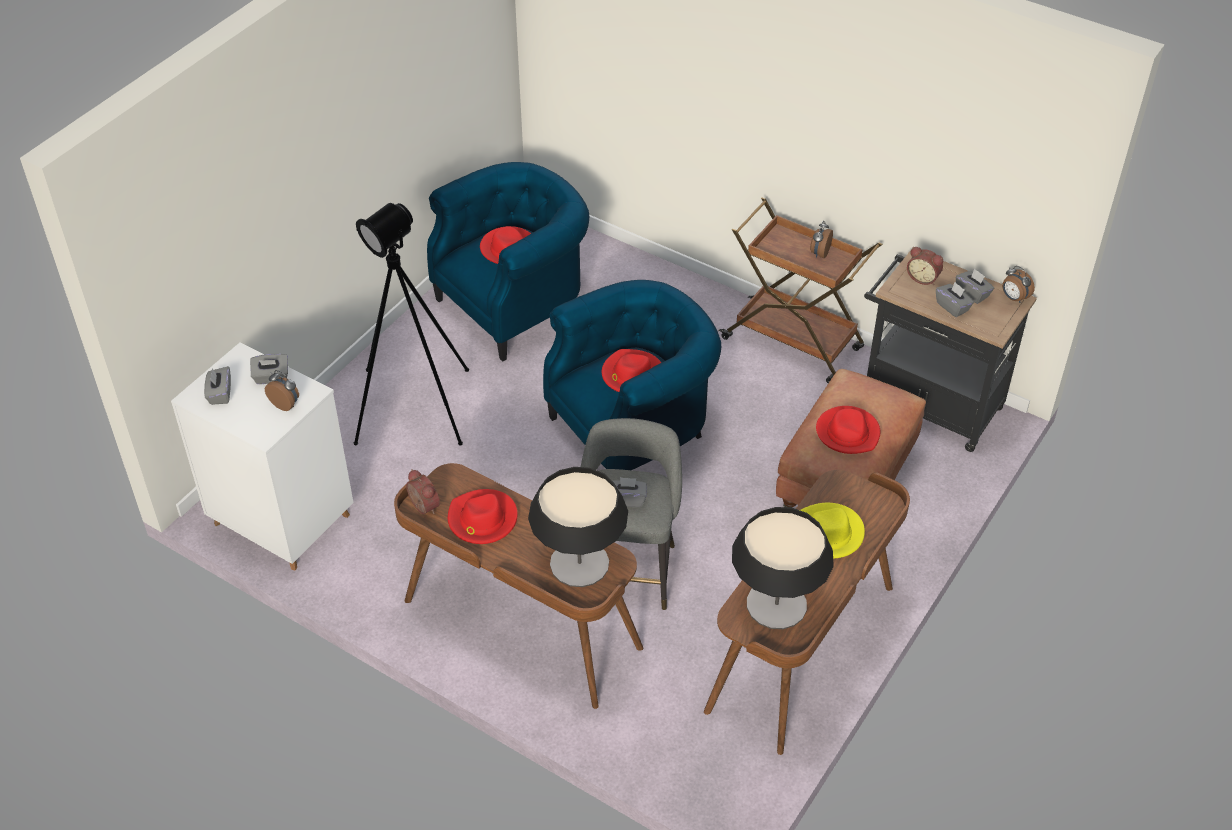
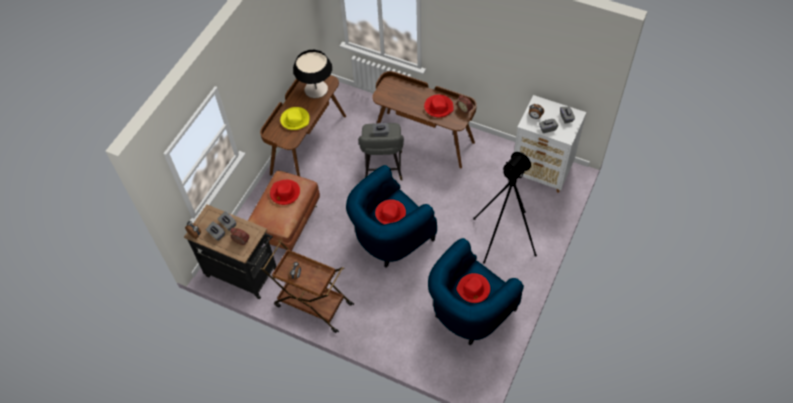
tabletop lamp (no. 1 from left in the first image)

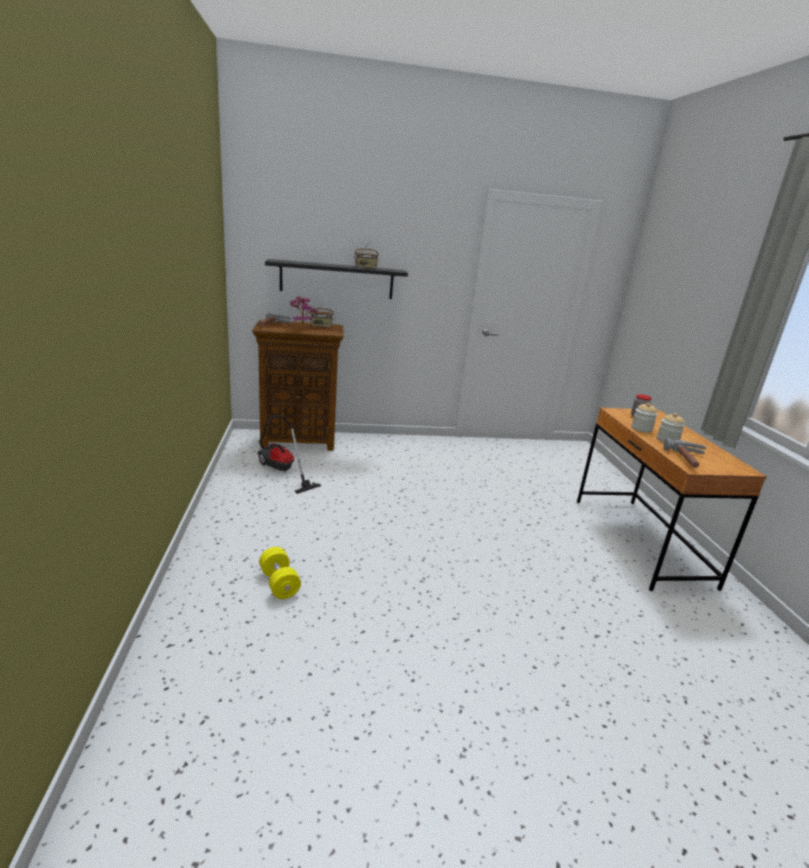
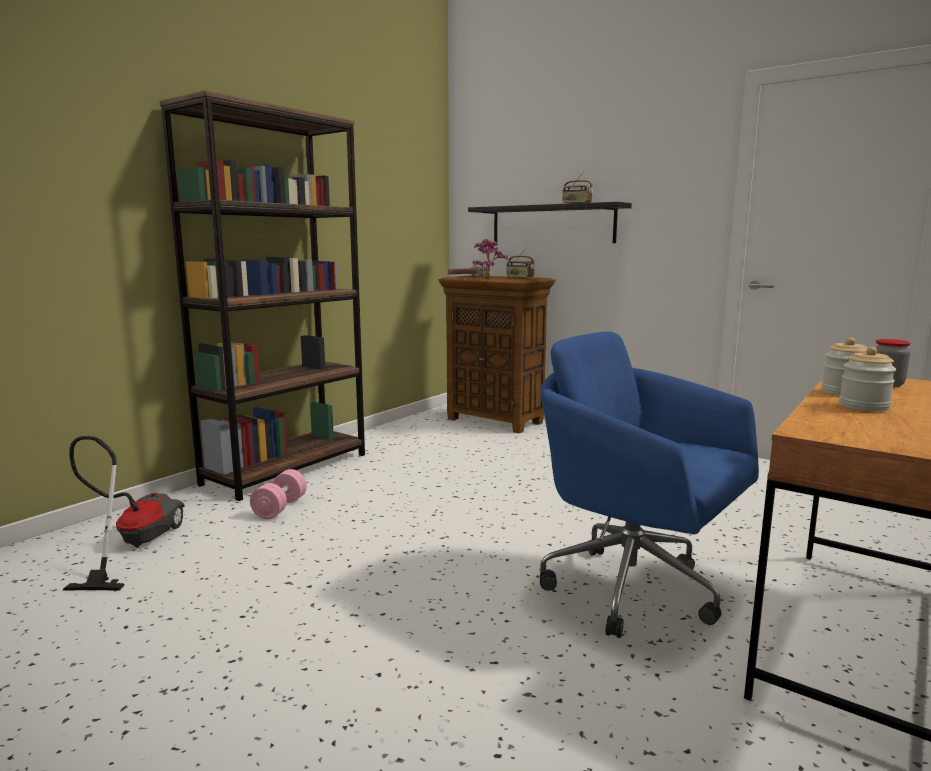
vacuum cleaner
free weight (pink-coloured)
tool hammer (no. 2 from left in the first image)
bookshelf (brownish)
office chair (blue-coloured)

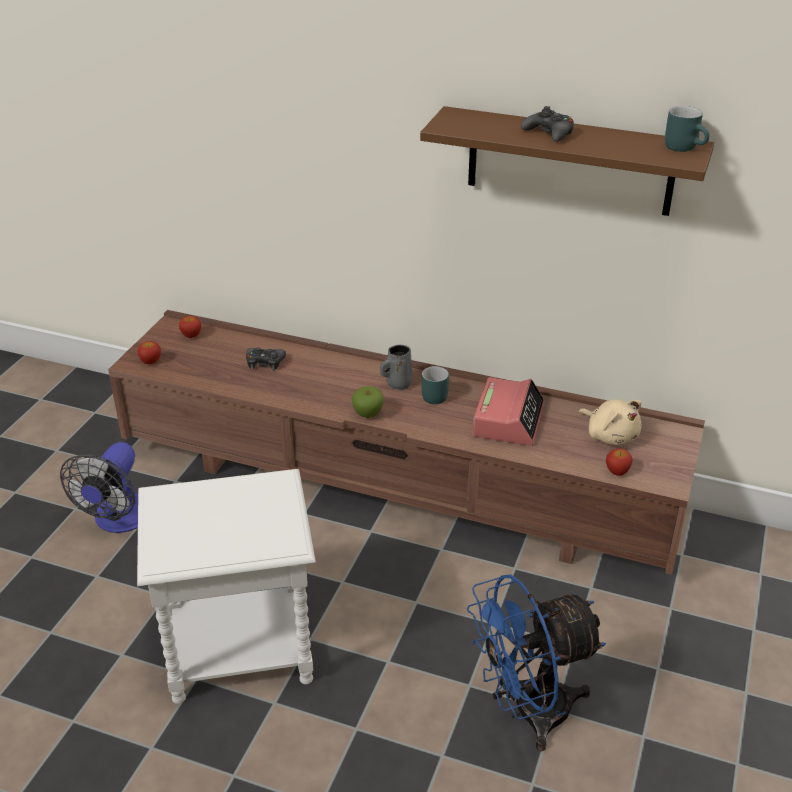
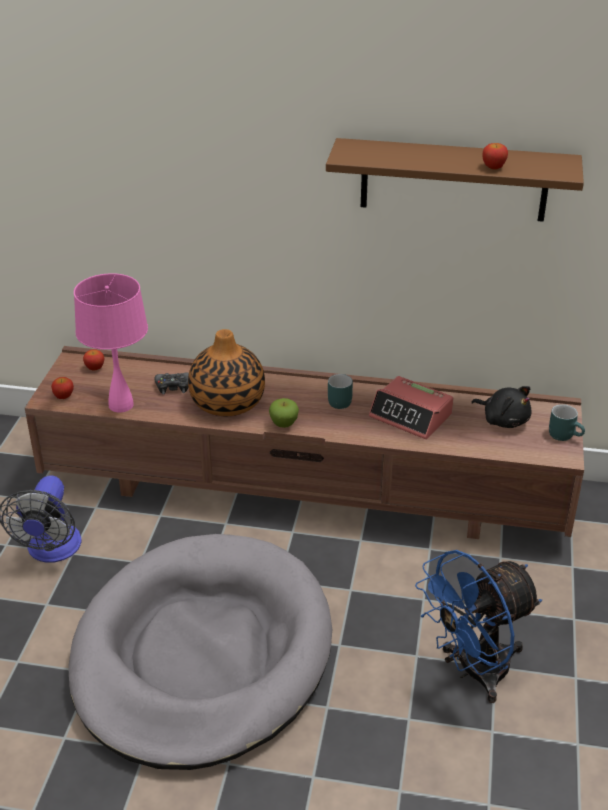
pet bed (greyish)
tea mug (greyish)
table clock
joypad (black) (no. 2 from left in the first image)
plush toy (black)
apple fruit (no. 4 from left)
tea mug (turquoise) (no. 2 from left)
tabletop lamp (pink-coloured)
vase

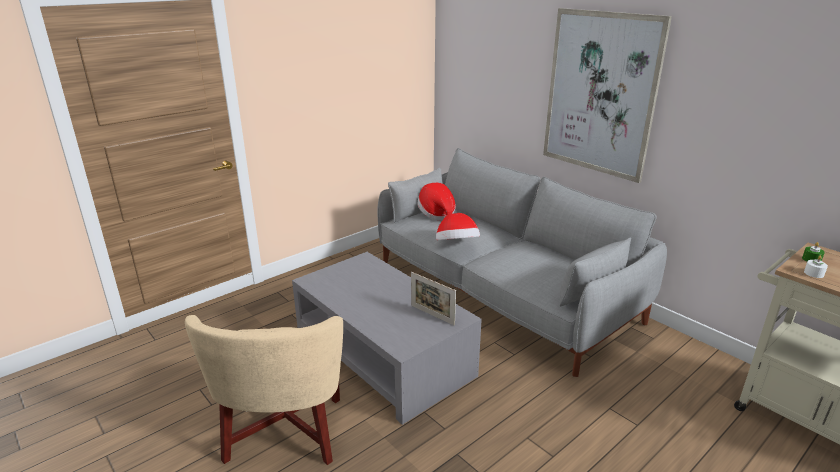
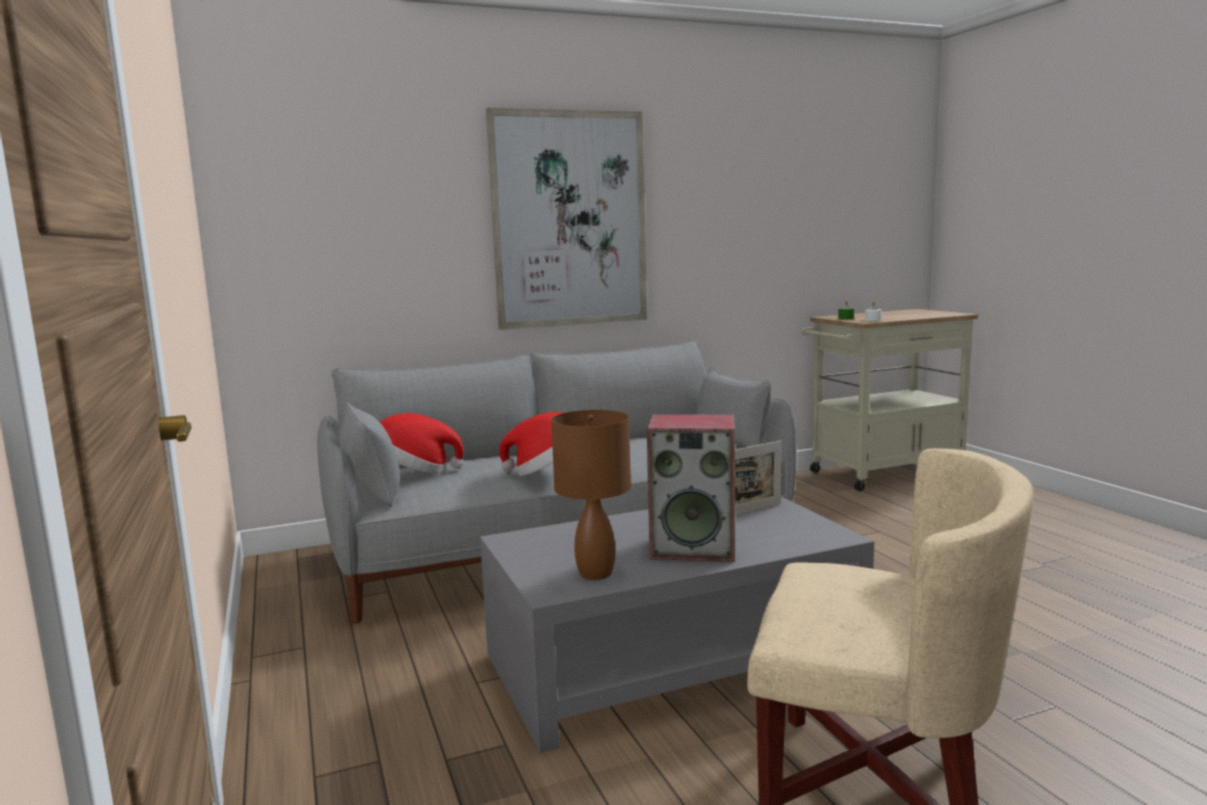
tabletop lamp (brownish)
loudspeaker

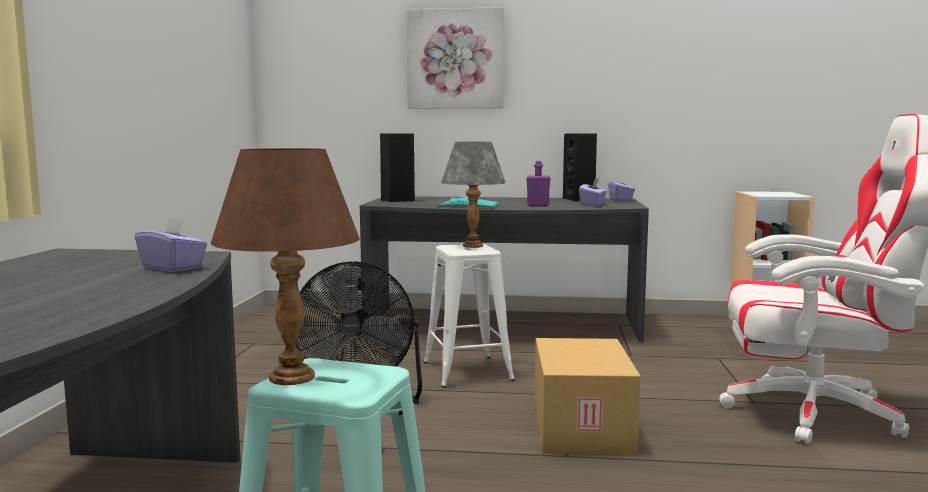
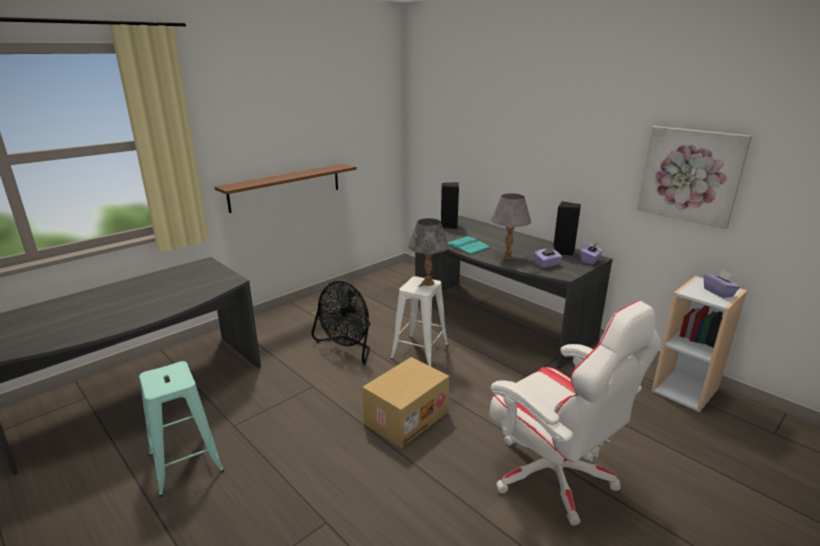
box of tissues (purple) (no. 3 from left)
tabletop lamp (brownish)
picture
tabletop lamp (greyish) (no. 2 from left)
bracket shelf (brownish)

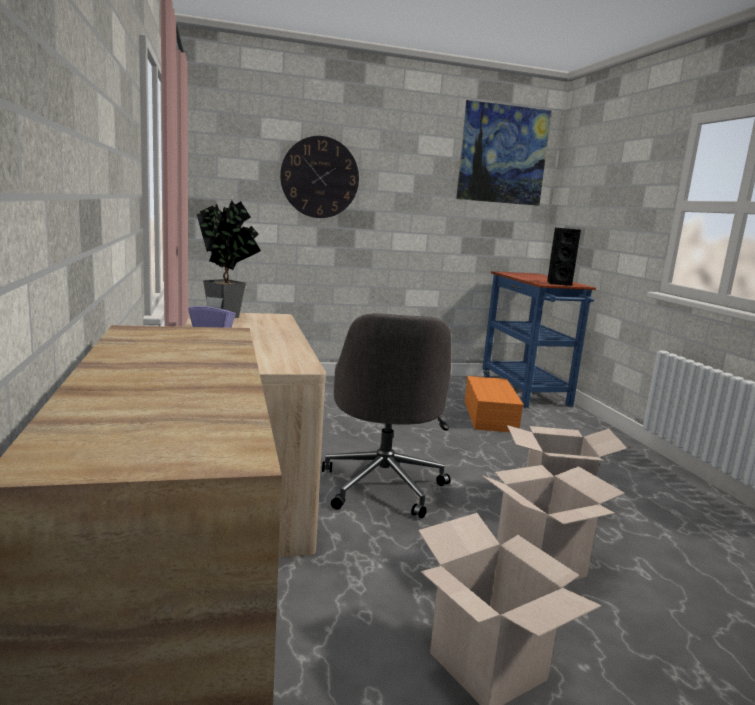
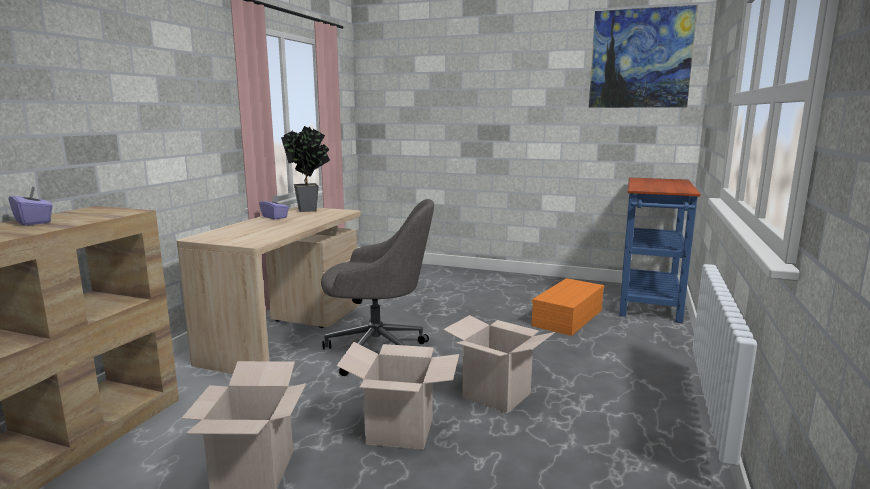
clock on the wall
office chair (greyish)
loudspeaker (black)
box of tissues (purple) (no. 1 from left)

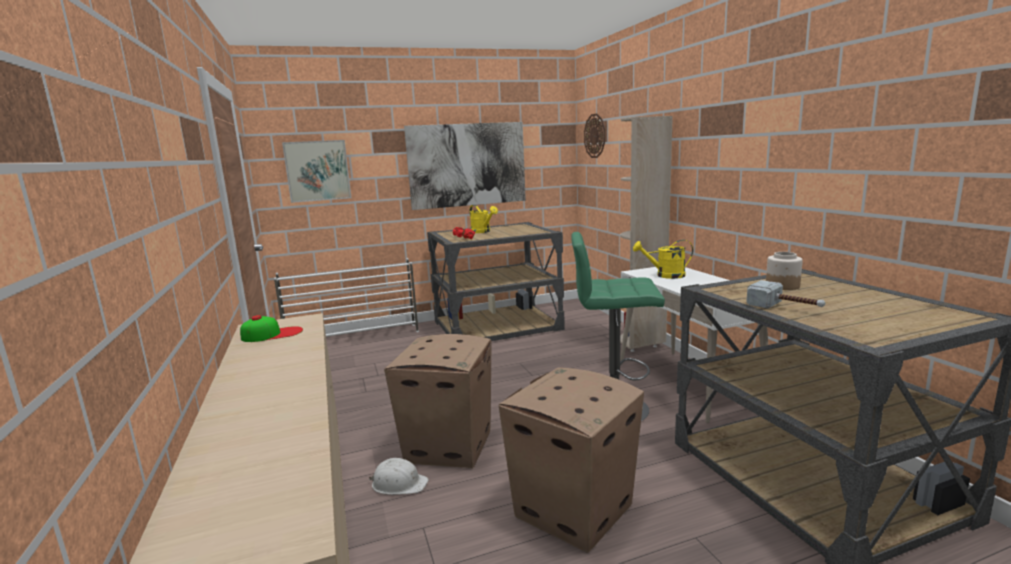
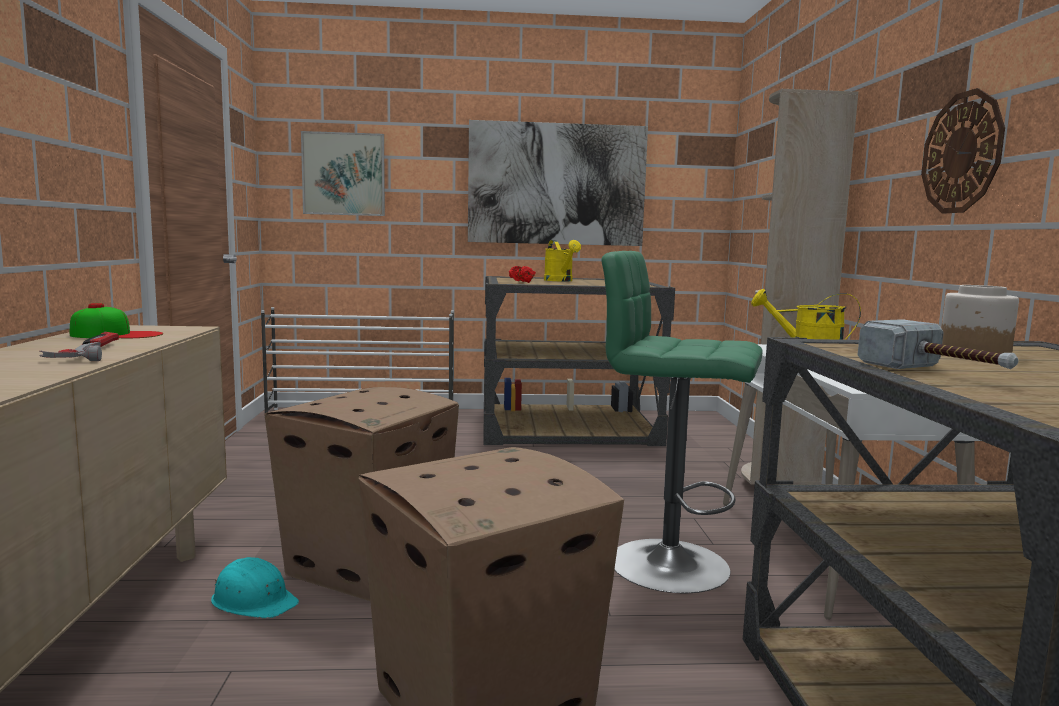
work helmet (turquoise)
clock on the wall
tool hammer (no. 1 from left)

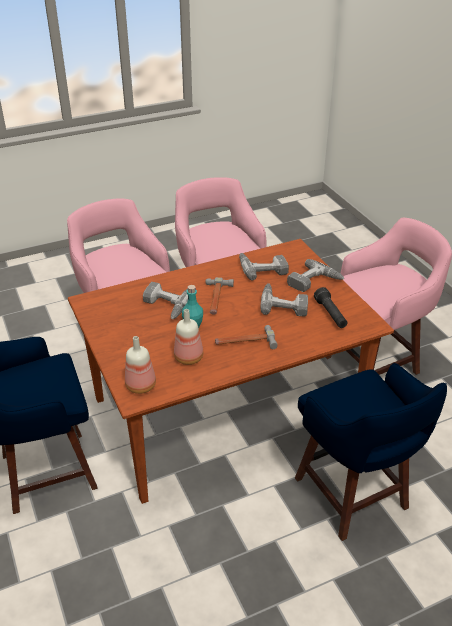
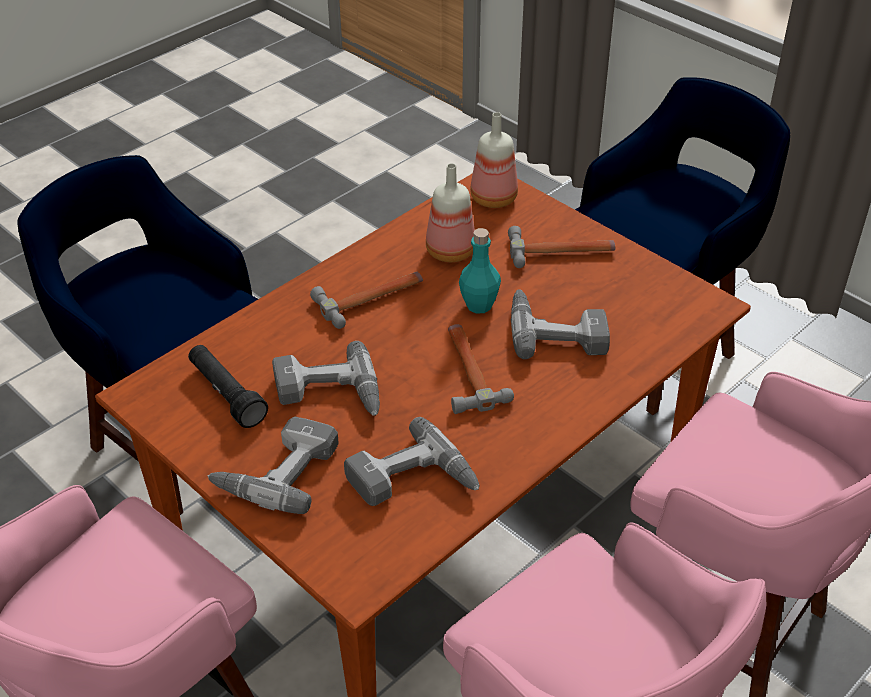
tool hammer (no. 3 from left)

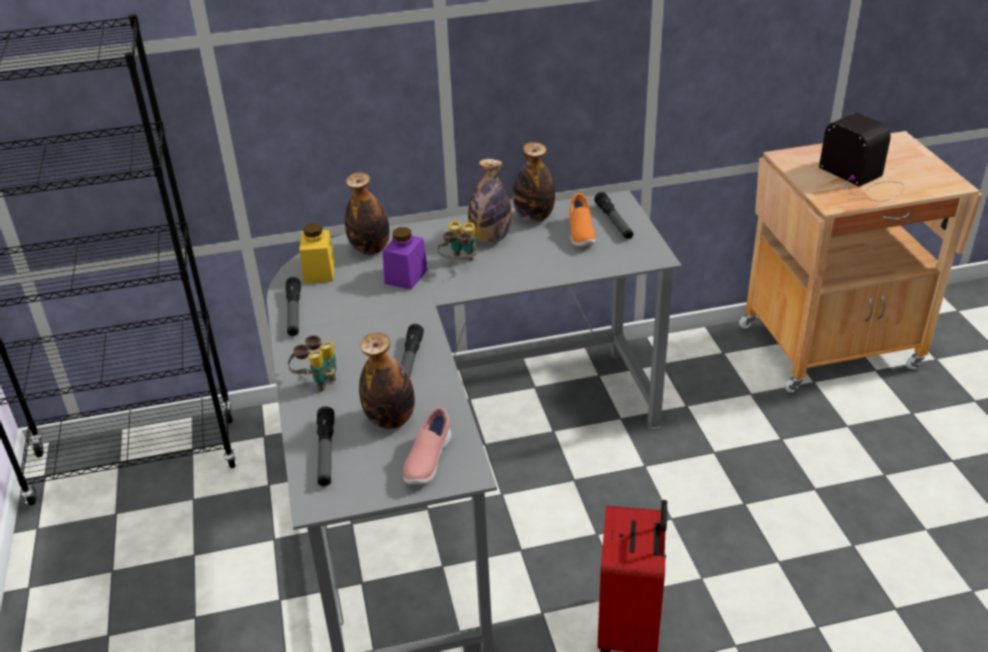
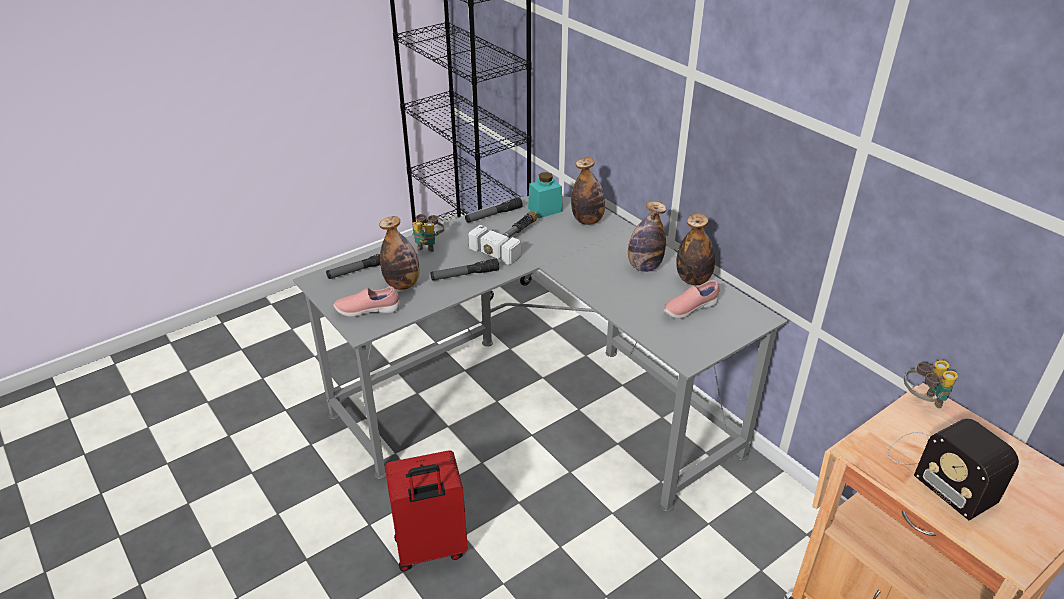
jar (turquoise)
jar (purple)
field glasses (no. 2 from left)
item of footwear (pink-coloured) (no. 2 from left)
hand torch (no. 4 from left in the first image)
radio
tool hammer

